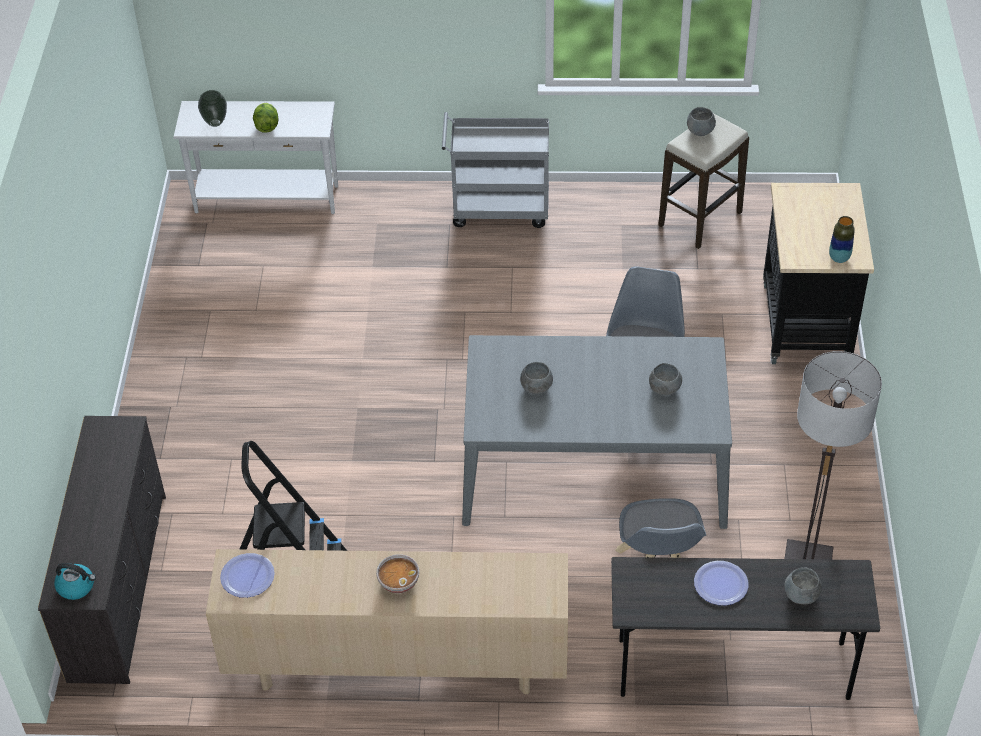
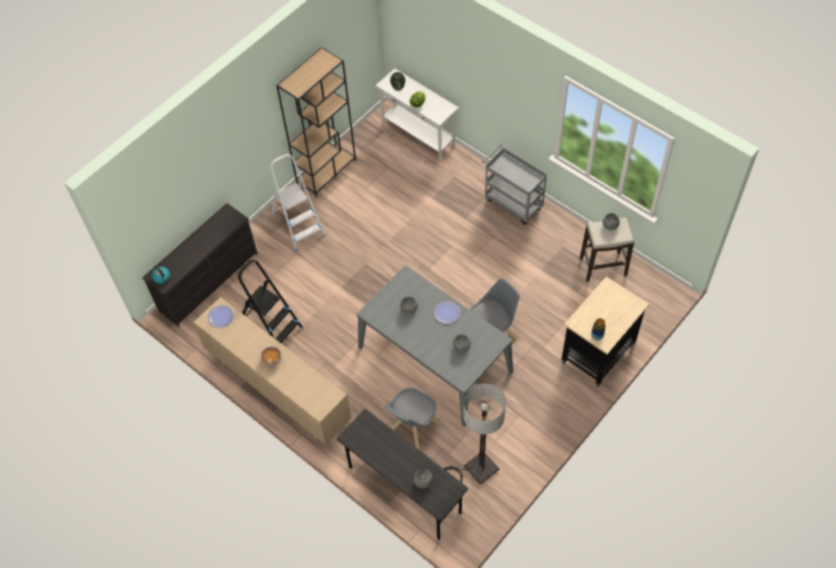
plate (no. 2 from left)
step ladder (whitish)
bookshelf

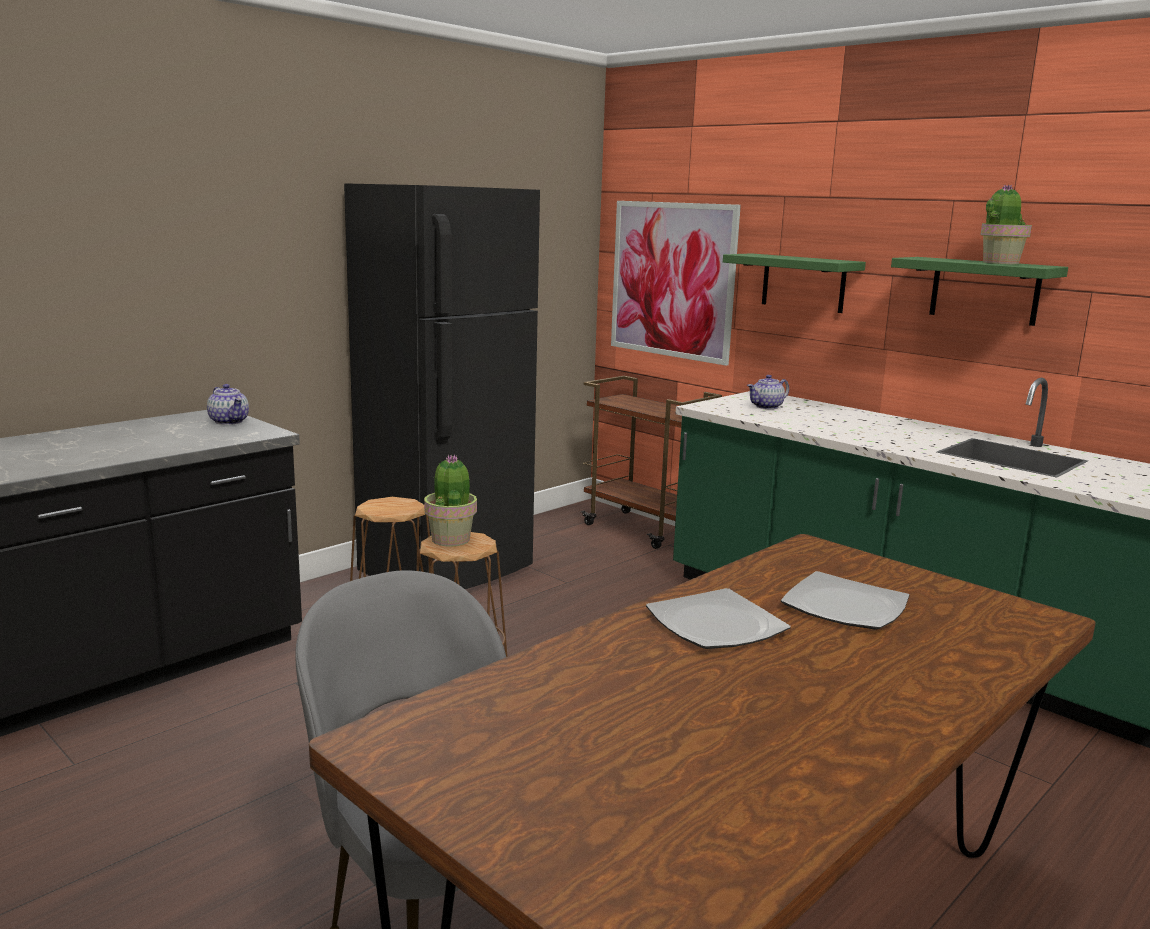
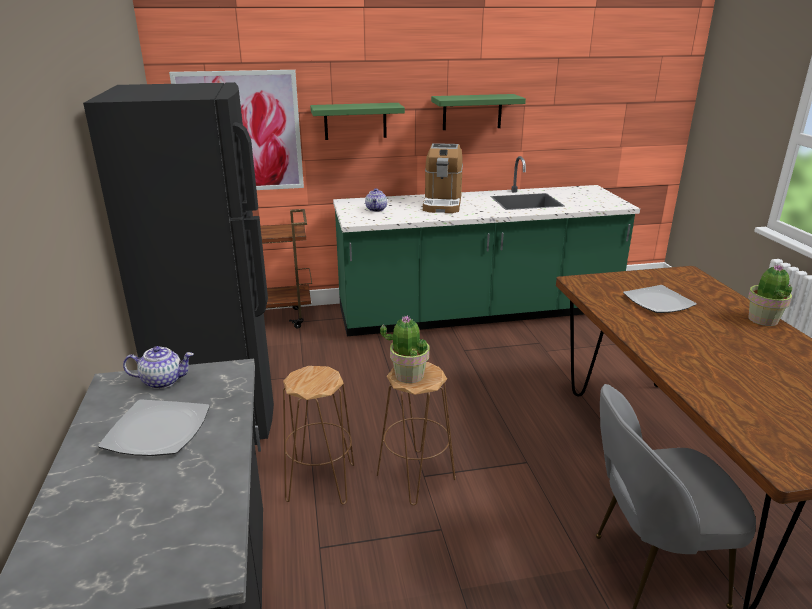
plate (no. 1 from left)
houseplant (no. 2 from left)
coffee brewer

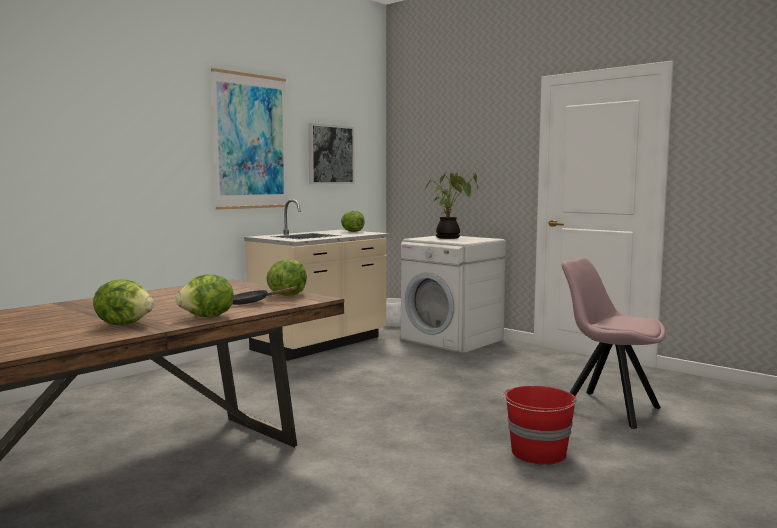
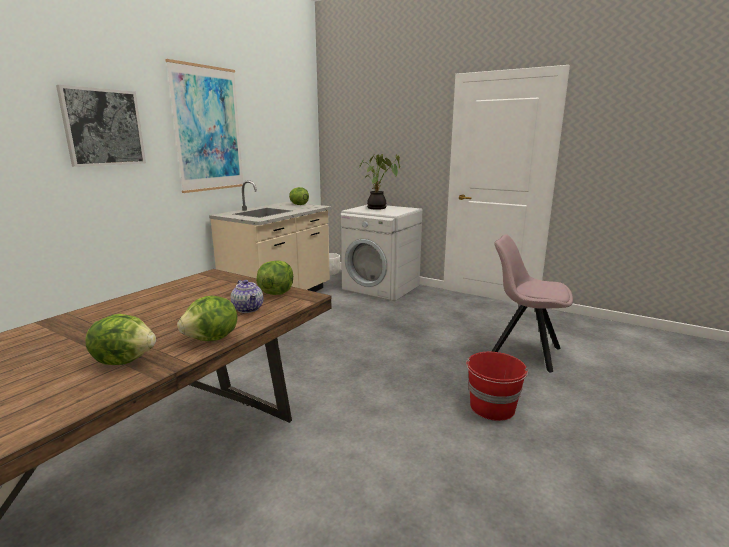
tea pot
picture (no. 1 from left)

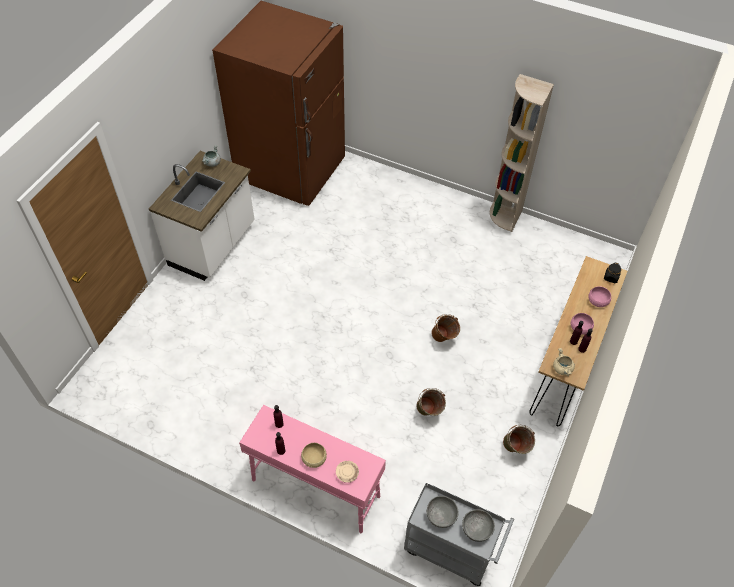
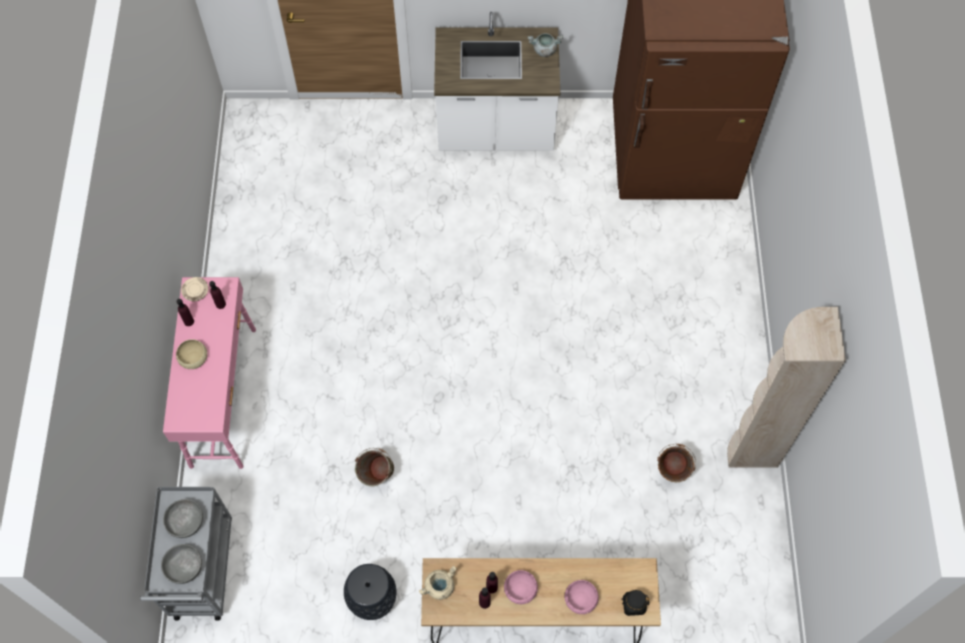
plate (beige)
bucket (brownish)
stool (black)

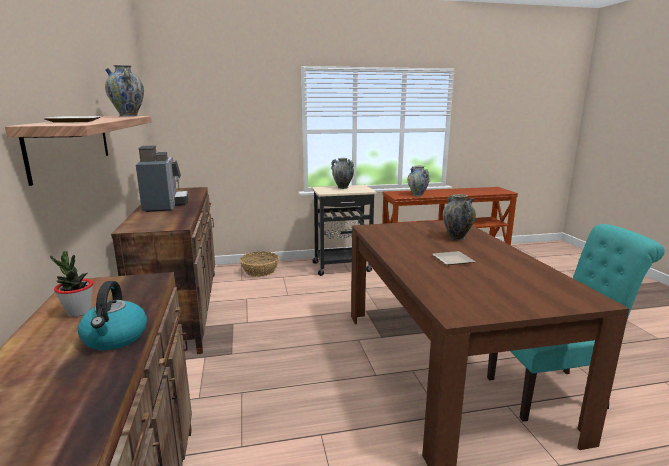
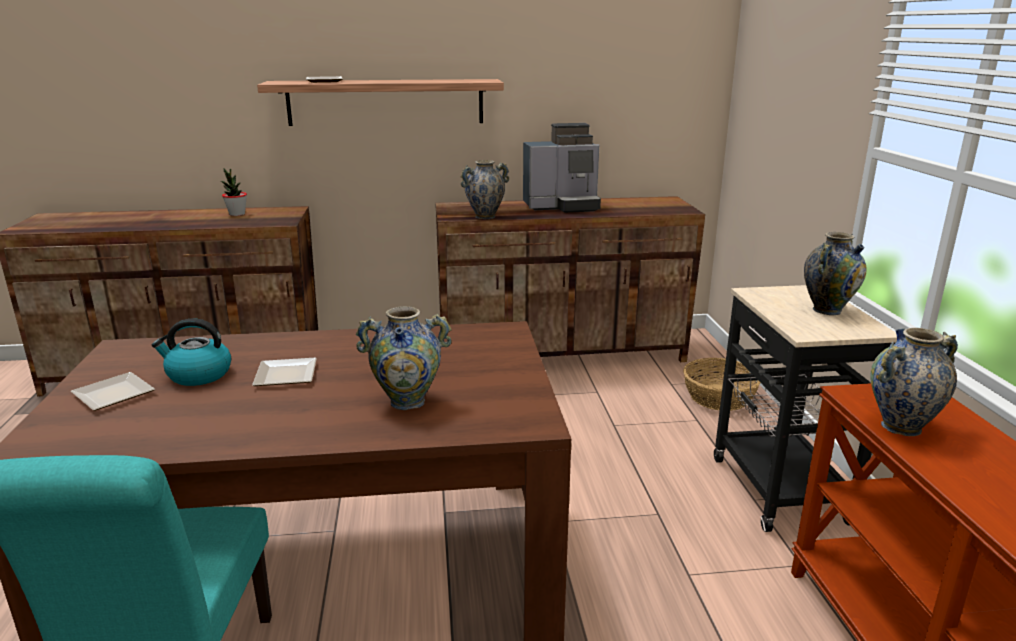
kettle
vase (no. 2 from left)
plate (no. 1 from left)

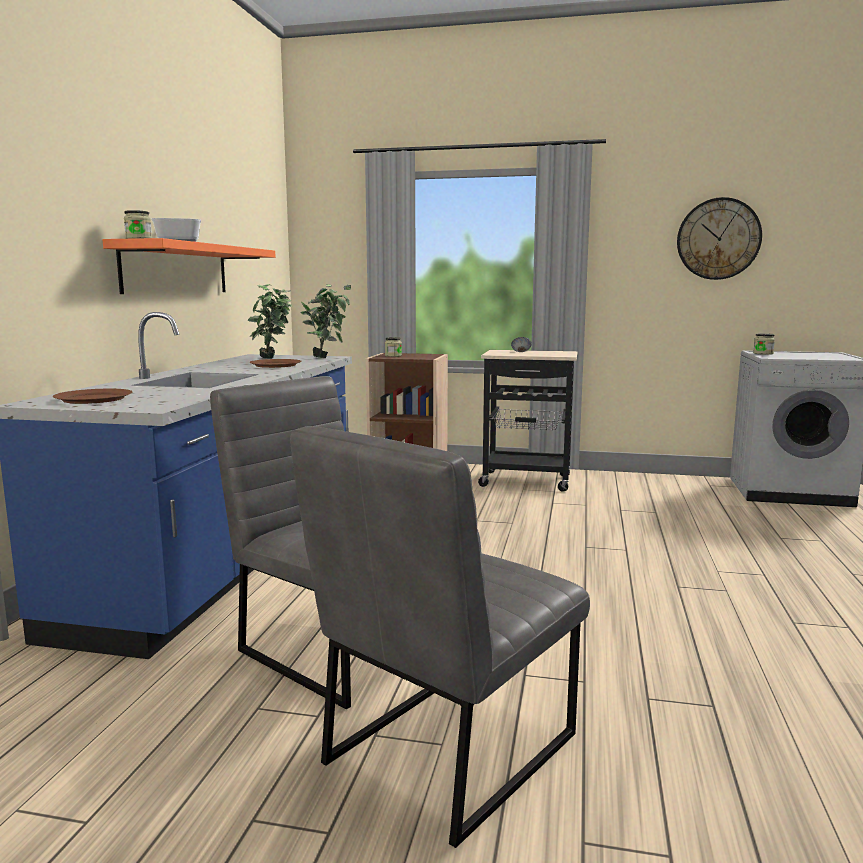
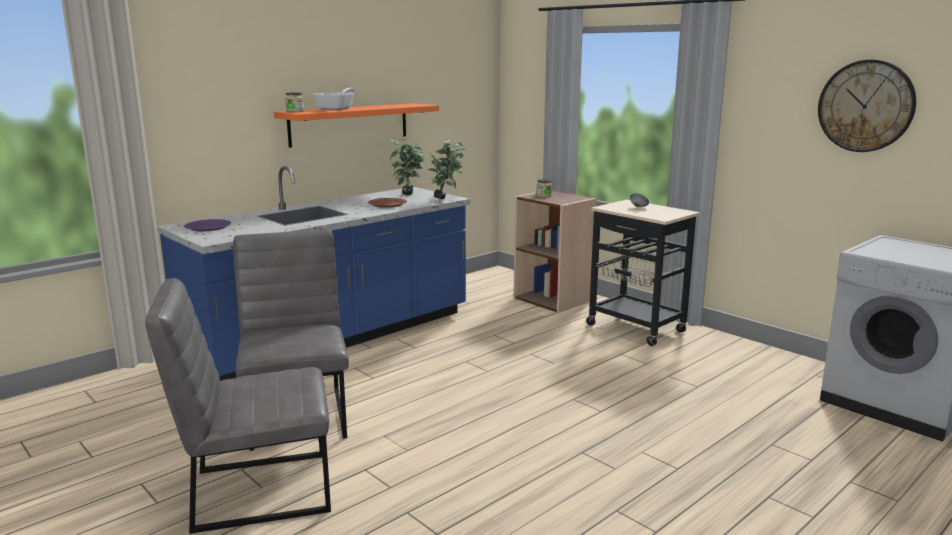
plate (purple)
jar (no. 3 from left in the first image)

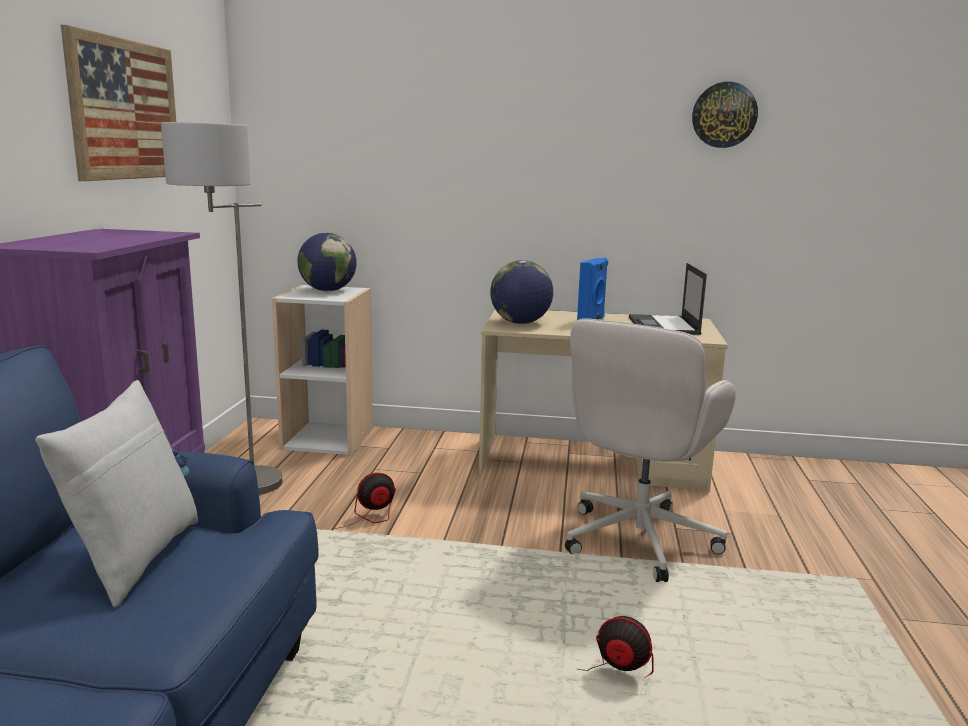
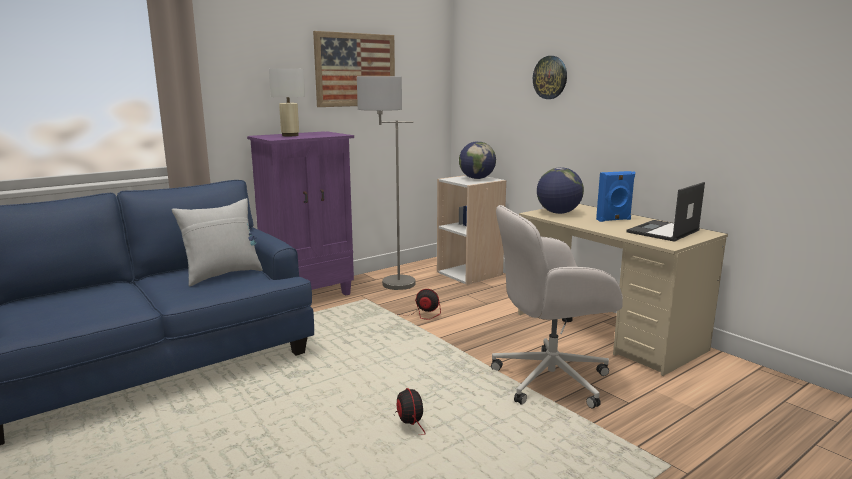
clock on the wall
tabletop lamp (whitish)

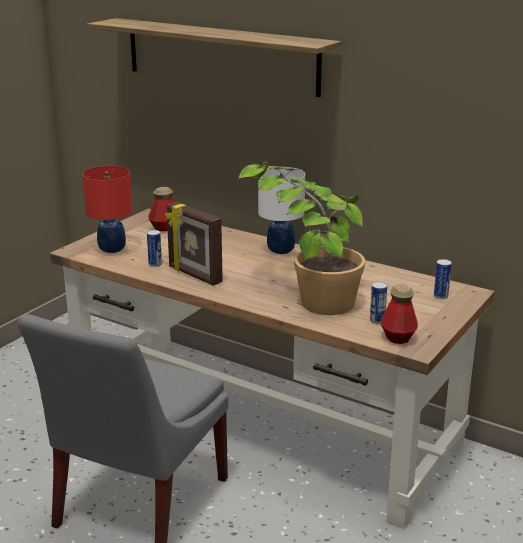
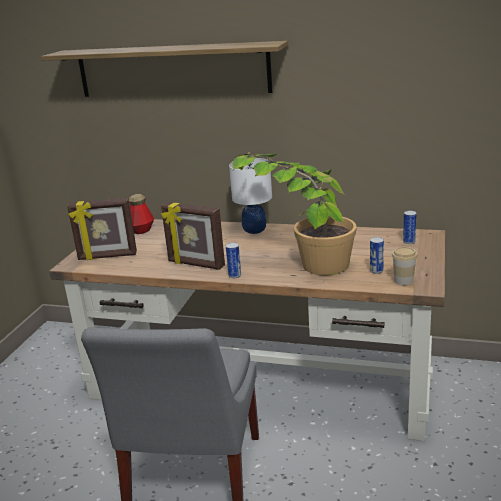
standing frame (no. 1 from left)
metal can (no. 1 from left)
drinking cup

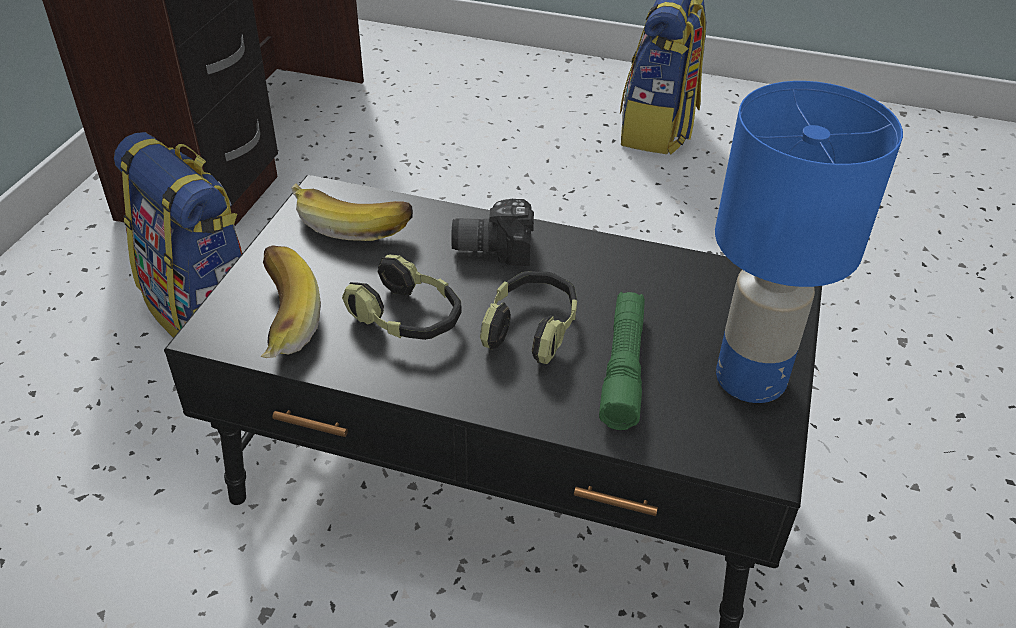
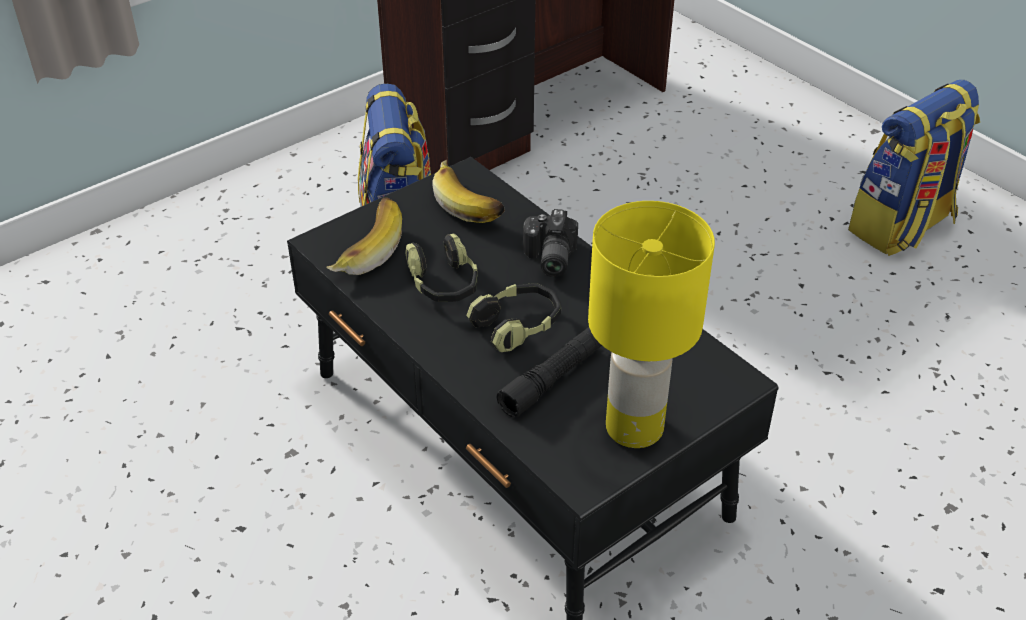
photo camera
hand torch (black)
tabletop lamp (yellow-coloured)

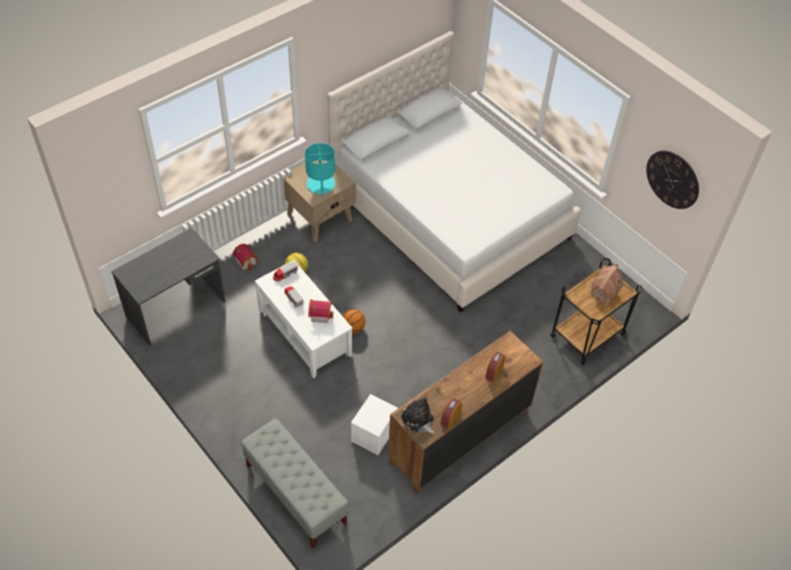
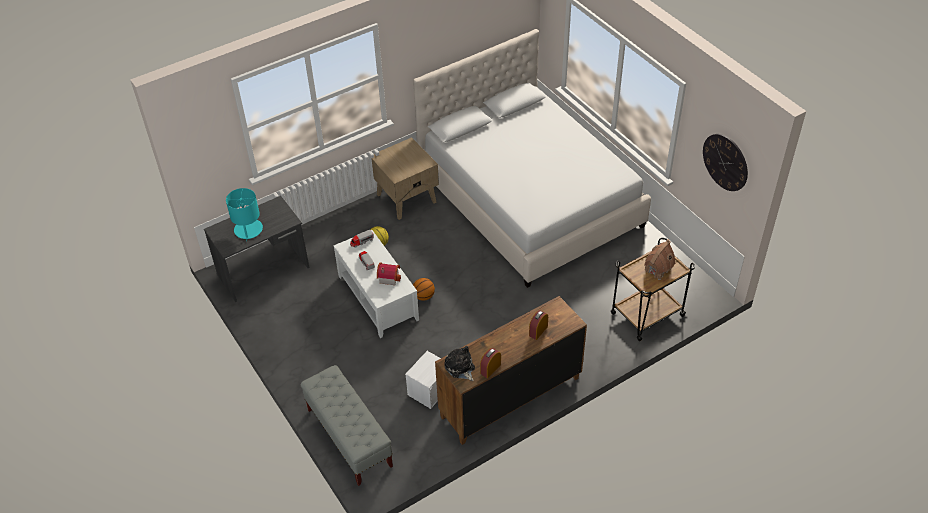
model house (no. 1 from left in the first image)
tabletop lamp (turquoise)

